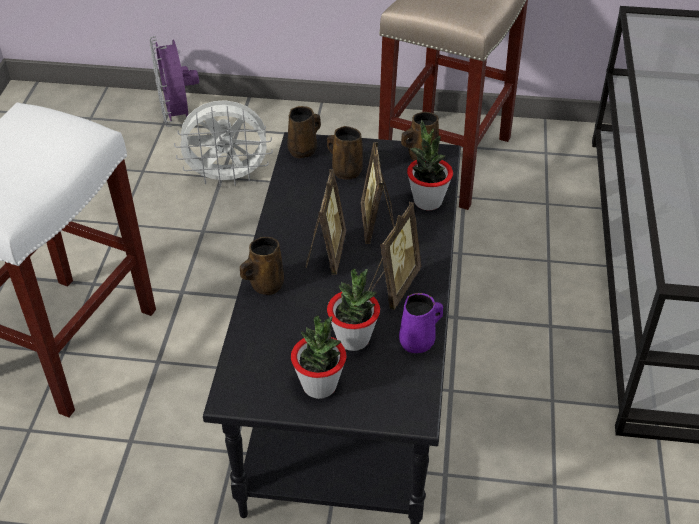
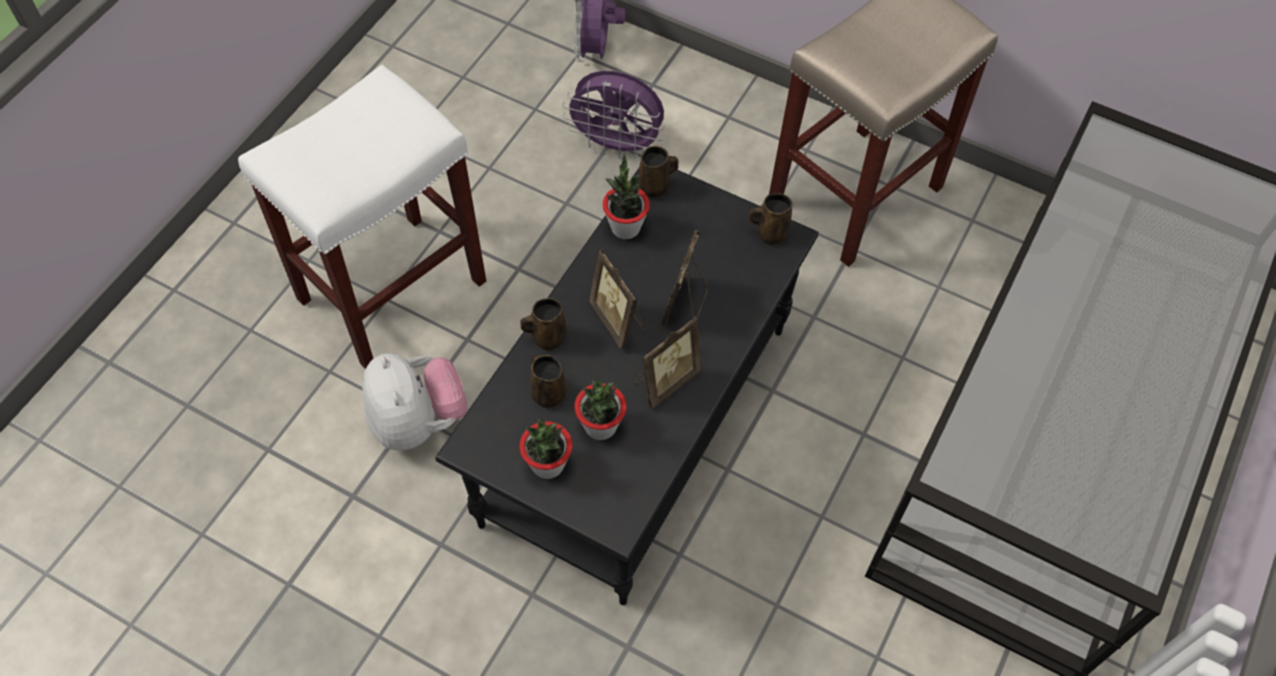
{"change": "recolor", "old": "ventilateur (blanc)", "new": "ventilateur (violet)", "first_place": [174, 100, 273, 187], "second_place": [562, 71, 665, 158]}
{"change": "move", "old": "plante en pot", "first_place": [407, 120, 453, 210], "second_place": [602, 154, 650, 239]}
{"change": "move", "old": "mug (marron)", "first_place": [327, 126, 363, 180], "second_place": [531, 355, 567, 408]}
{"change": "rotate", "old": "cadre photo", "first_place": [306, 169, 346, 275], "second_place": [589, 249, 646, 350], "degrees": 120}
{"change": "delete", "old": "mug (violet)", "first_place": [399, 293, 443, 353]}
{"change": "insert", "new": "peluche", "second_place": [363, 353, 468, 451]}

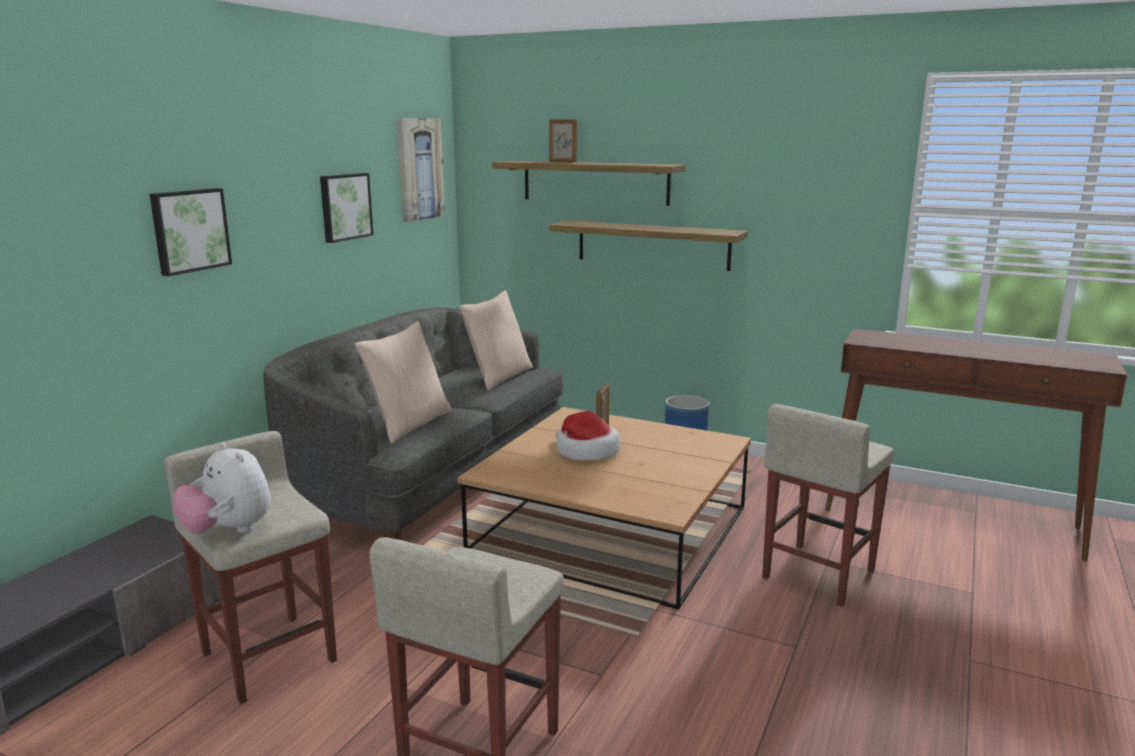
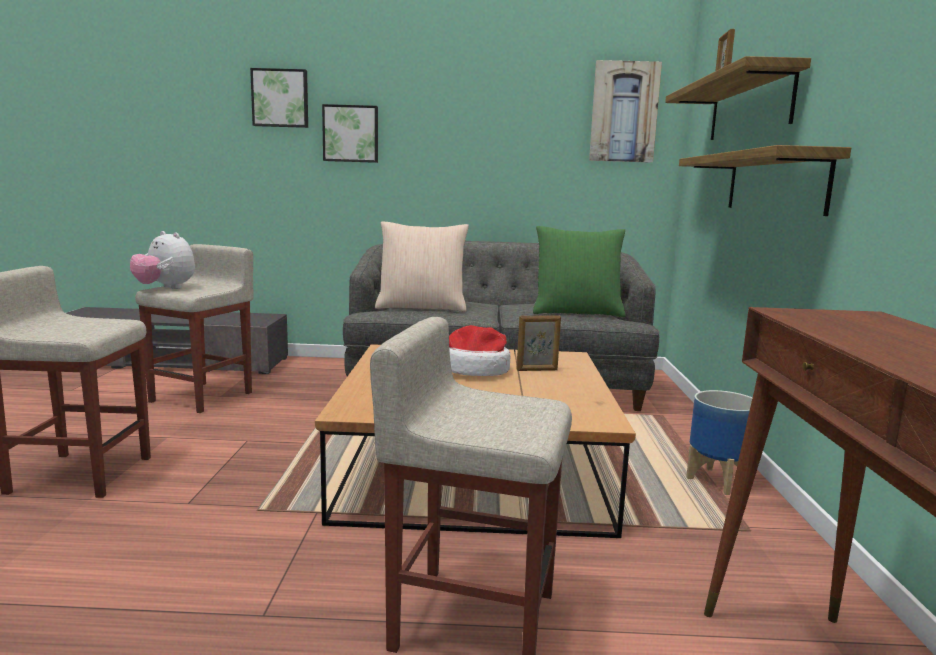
{"change": "move", "old": "tableau", "first_place": [320, 173, 373, 243], "second_place": [250, 68, 308, 128]}
{"change": "recolor", "old": "coussin (beige)", "new": "coussin (vert)", "first_place": [459, 290, 533, 391], "second_place": [533, 226, 626, 317]}
{"change": "rotate", "old": "peluche", "first_place": [173, 443, 271, 534], "second_place": [130, 231, 195, 289], "degrees": -75}

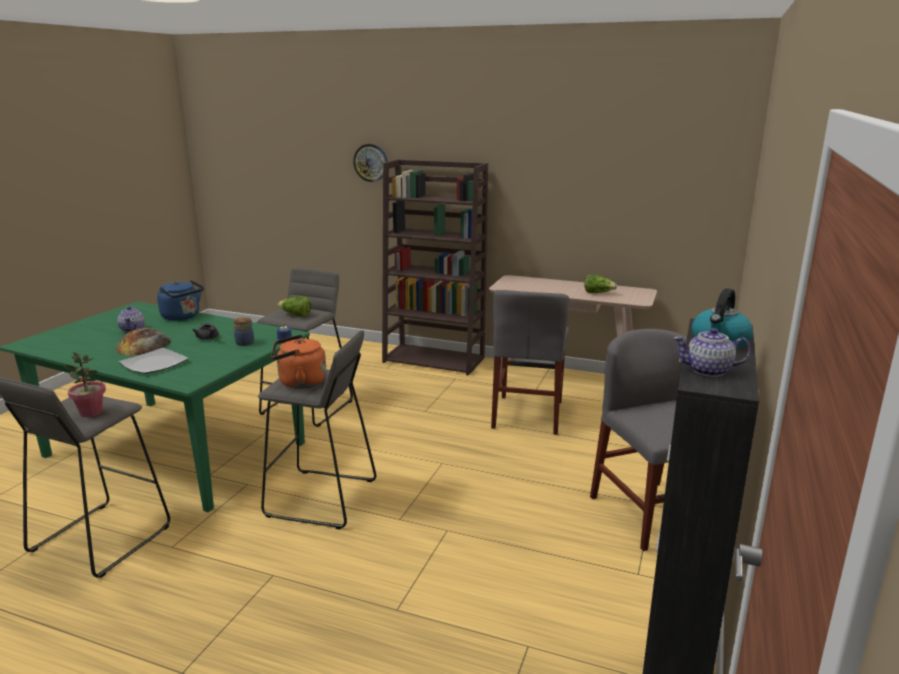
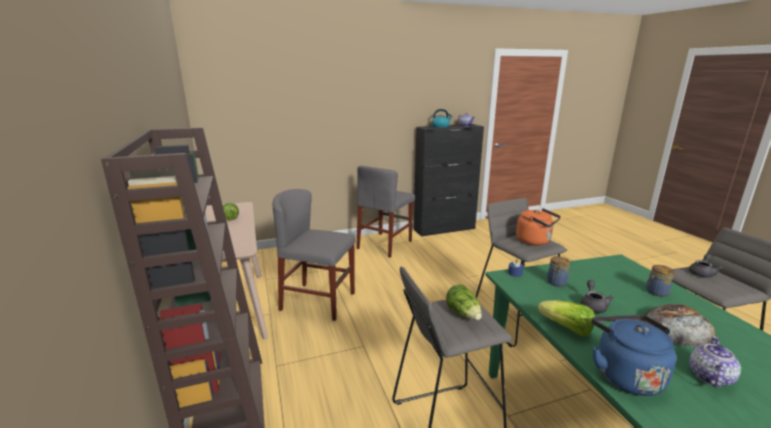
{"change": "delete", "old": "horloge murale", "first_place": [353, 144, 388, 182]}
{"change": "rotate", "old": "chaise (gris)", "first_place": [491, 290, 569, 435], "second_place": [273, 189, 356, 321], "degrees": -135}
{"change": "replace", "old": "assiette", "new": "bocal", "first_place": [119, 348, 189, 374], "second_place": [646, 265, 675, 297]}
{"change": "replace", "old": "plante en pot", "new": "théière (gris)", "first_place": [64, 352, 106, 417], "second_place": [689, 254, 723, 278]}
{"change": "insert", "new": "laitue", "second_place": [538, 300, 595, 337]}

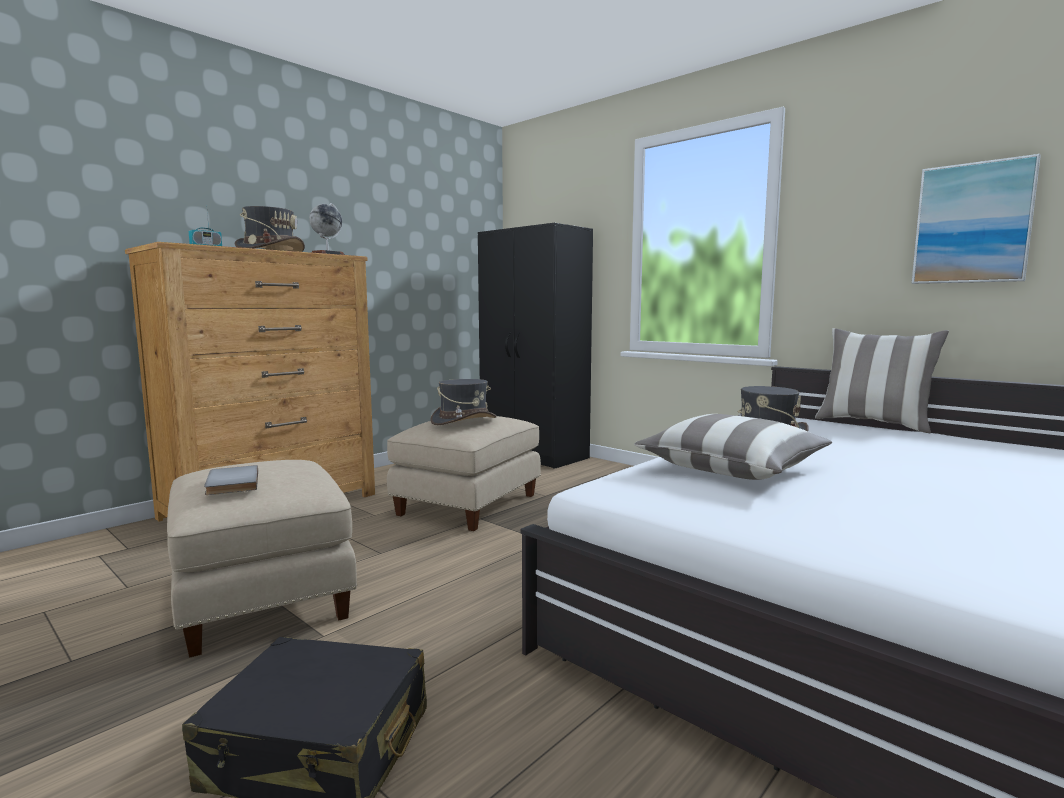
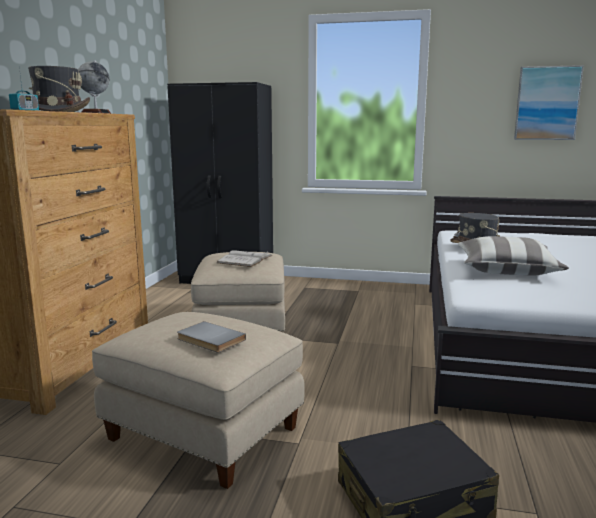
{"change": "delete", "old": "coussin", "first_place": [815, 328, 949, 433]}
{"change": "replace", "old": "chapeau (gris)", "new": "livre (blanc)", "first_place": [430, 379, 497, 425], "second_place": [217, 250, 273, 267]}

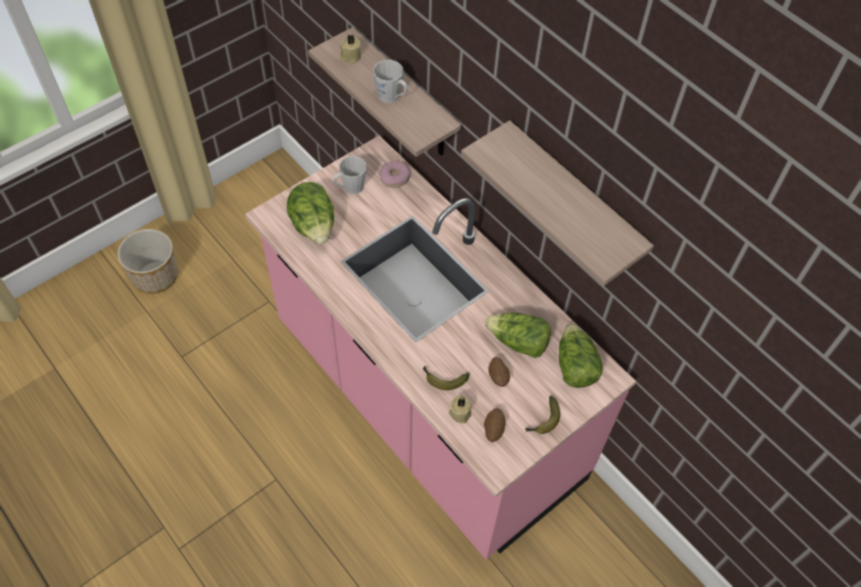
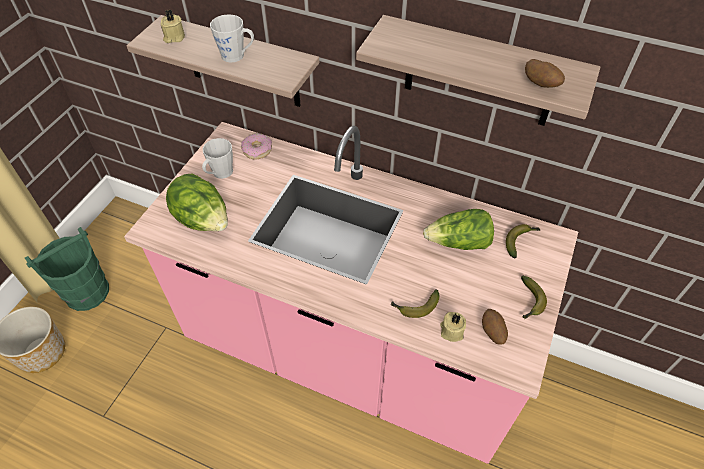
{"change": "replace", "old": "laitue", "new": "banane", "first_place": [559, 323, 602, 388], "second_place": [506, 224, 541, 258]}
{"change": "move", "old": "pomme de terre", "first_place": [488, 357, 510, 387], "second_place": [525, 59, 565, 88]}
{"change": "insert", "new": "seau (vert)", "second_place": [25, 227, 109, 311]}

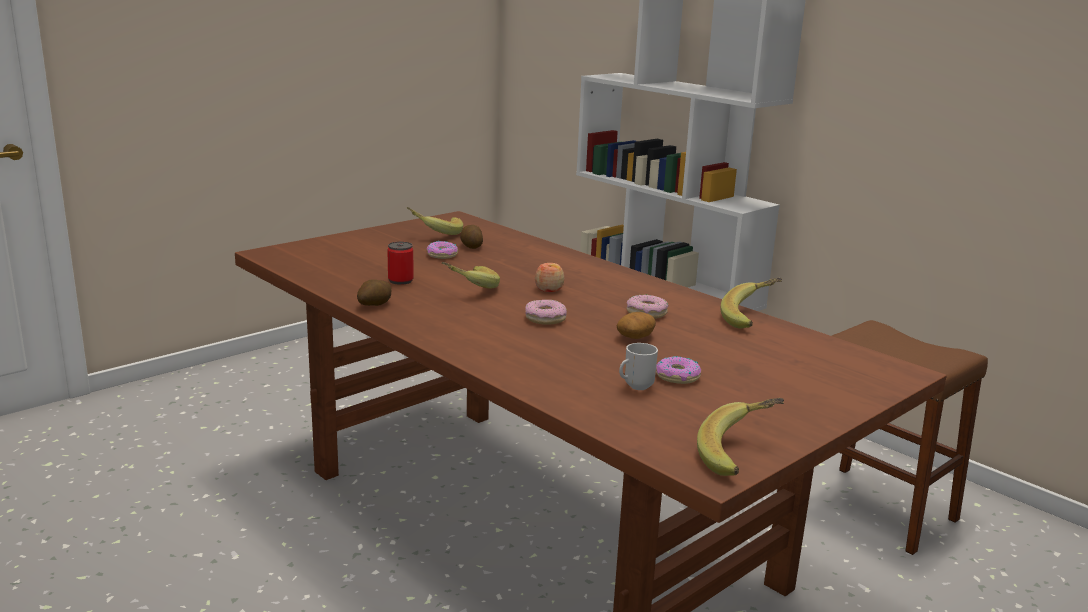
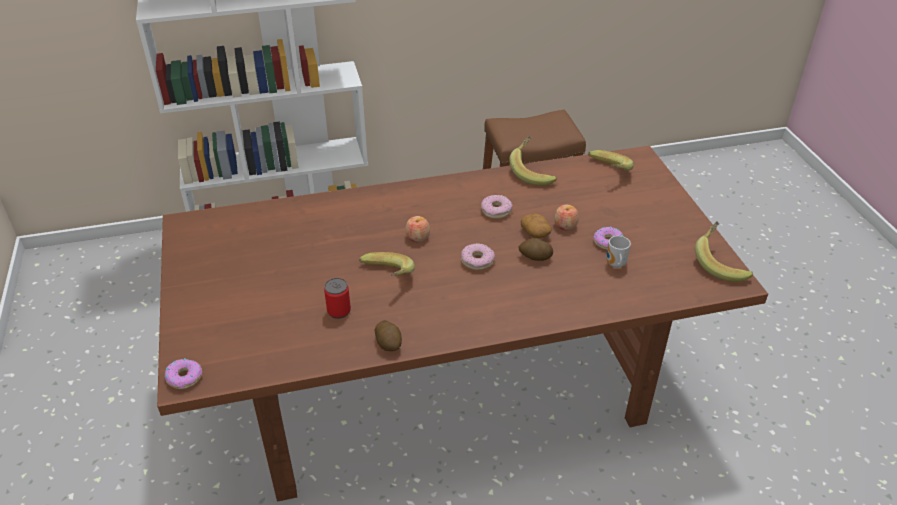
{"change": "move", "old": "banane", "first_place": [406, 207, 463, 235], "second_place": [588, 150, 634, 170]}
{"change": "move", "old": "pomme de terre", "first_place": [460, 225, 483, 249], "second_place": [519, 238, 553, 261]}
{"change": "move", "old": "beignet", "first_place": [427, 241, 458, 259], "second_place": [165, 358, 202, 389]}
{"change": "insert", "new": "pomme", "second_place": [554, 204, 579, 230]}

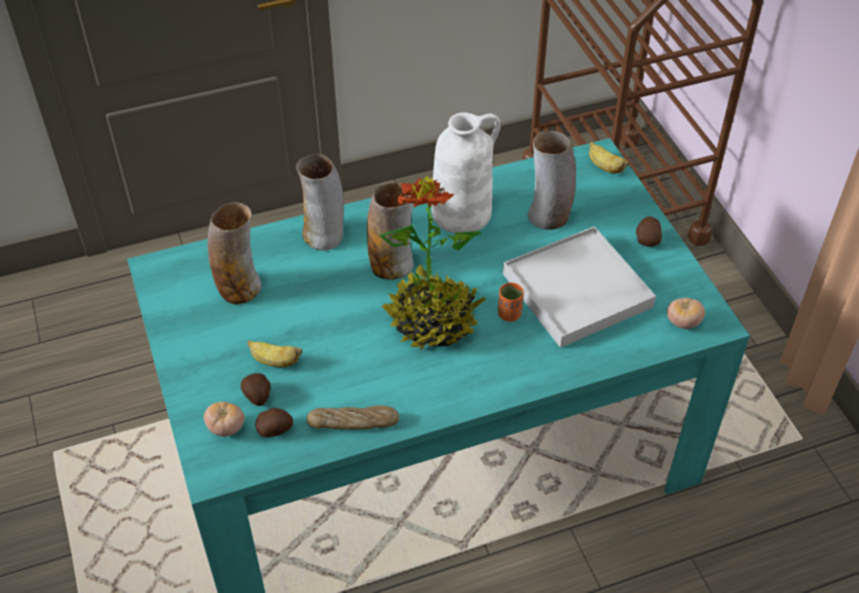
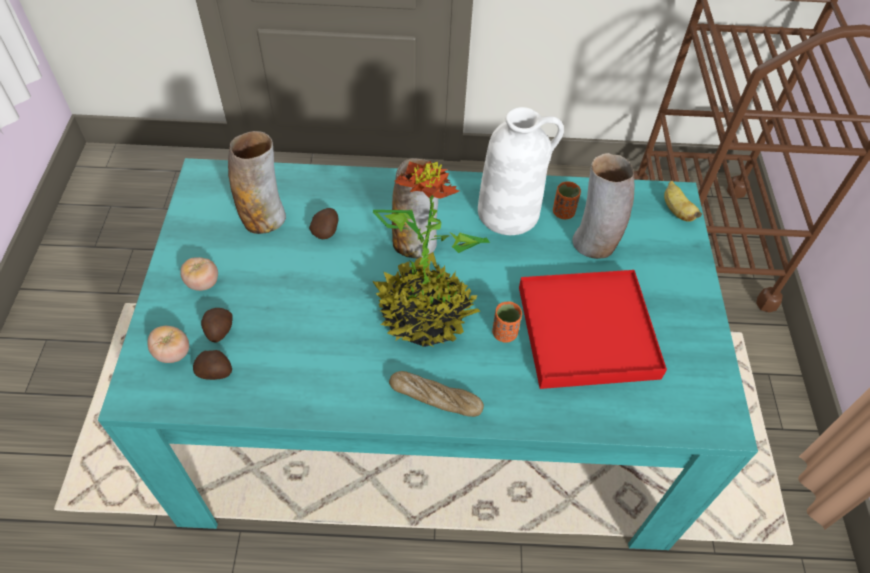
{"change": "delete", "old": "vase", "first_place": [296, 154, 344, 251]}
{"change": "move", "old": "pomme de terre", "first_place": [636, 217, 662, 247], "second_place": [309, 208, 338, 239]}
{"change": "recolor", "old": "plateau (blanc)", "new": "plateau (rouge)", "first_place": [503, 226, 656, 348], "second_place": [519, 270, 667, 389]}
{"change": "move", "old": "tomate", "first_place": [667, 298, 705, 329], "second_place": [180, 257, 218, 291]}
{"change": "delete", "old": "banane", "first_place": [248, 341, 302, 367]}
{"change": "move", "old": "pain", "first_place": [307, 405, 399, 430], "second_place": [389, 371, 484, 417]}
{"change": "insert", "new": "tasse (orange)", "second_place": [553, 181, 581, 219]}

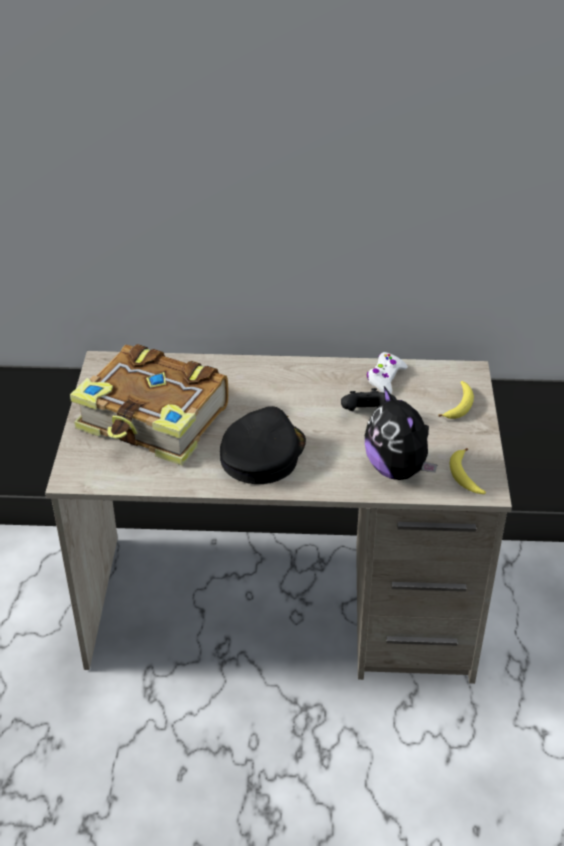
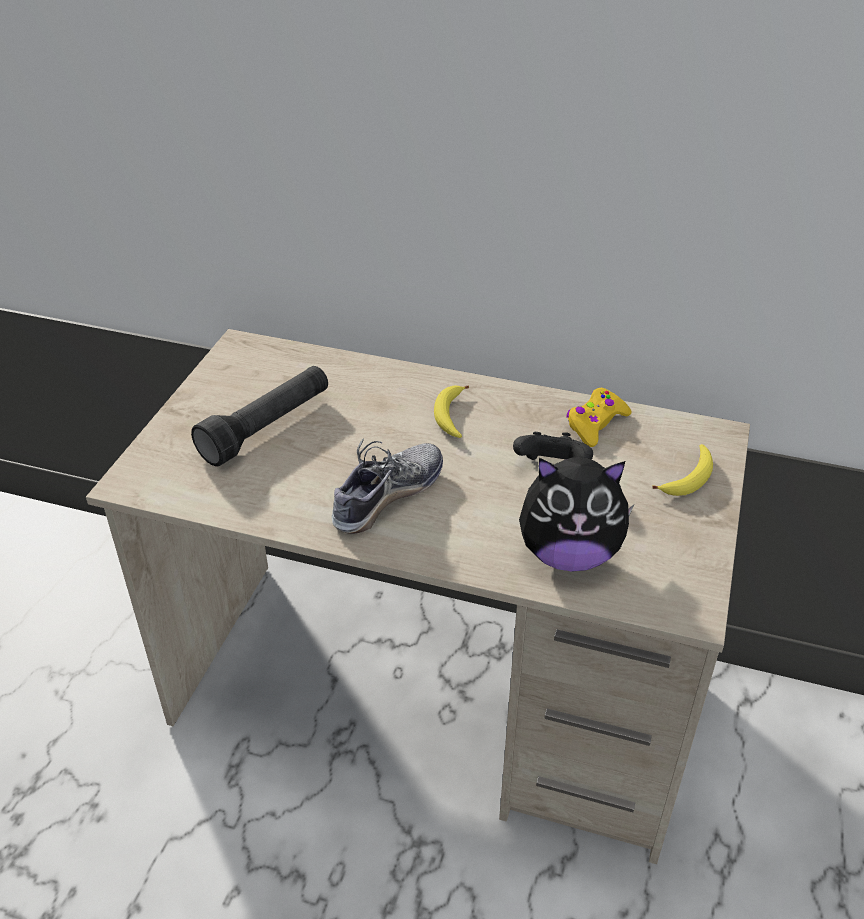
{"change": "replace", "old": "livre", "new": "lampe de poche (noir)", "first_place": [70, 344, 229, 465], "second_place": [191, 366, 328, 467]}
{"change": "recolor", "old": "manette (blanc)", "new": "manette (jaune)", "first_place": [366, 352, 408, 394], "second_place": [566, 388, 632, 447]}
{"change": "rotate", "old": "peluche", "first_place": [365, 386, 437, 480], "second_place": [519, 457, 634, 571], "degrees": -75}
{"change": "replace", "old": "casquette (noir)", "new": "chaussure", "first_place": [220, 406, 306, 484], "second_place": [332, 438, 443, 534]}
{"change": "move", "old": "banane", "first_place": [450, 448, 486, 494], "second_place": [434, 385, 469, 438]}

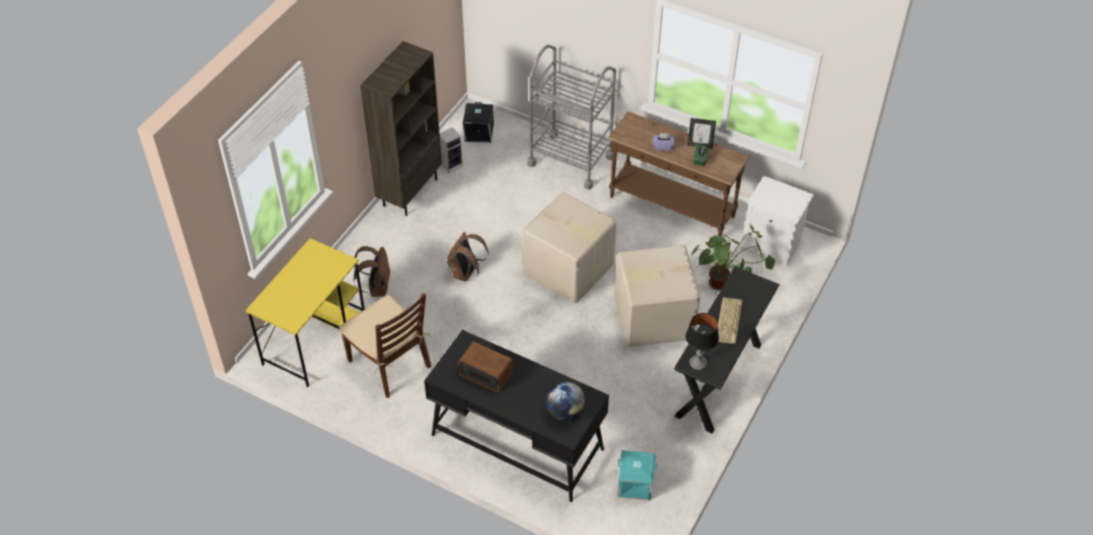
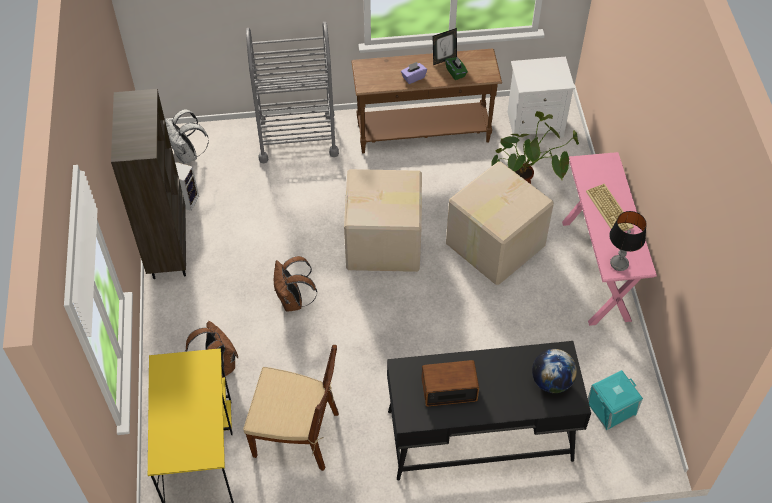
{"change": "replace", "old": "boîte de rangement (noir)", "new": "sac à dos (blanc)", "first_place": [463, 102, 494, 143], "second_place": [165, 109, 209, 164]}
{"change": "recolor", "old": "table console (noir)", "new": "table console (rose)", "first_place": [674, 267, 780, 433], "second_place": [562, 152, 657, 326]}

